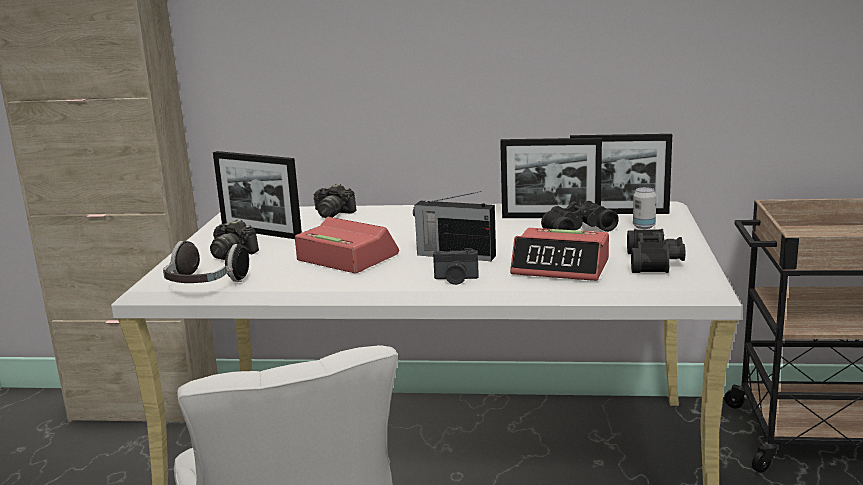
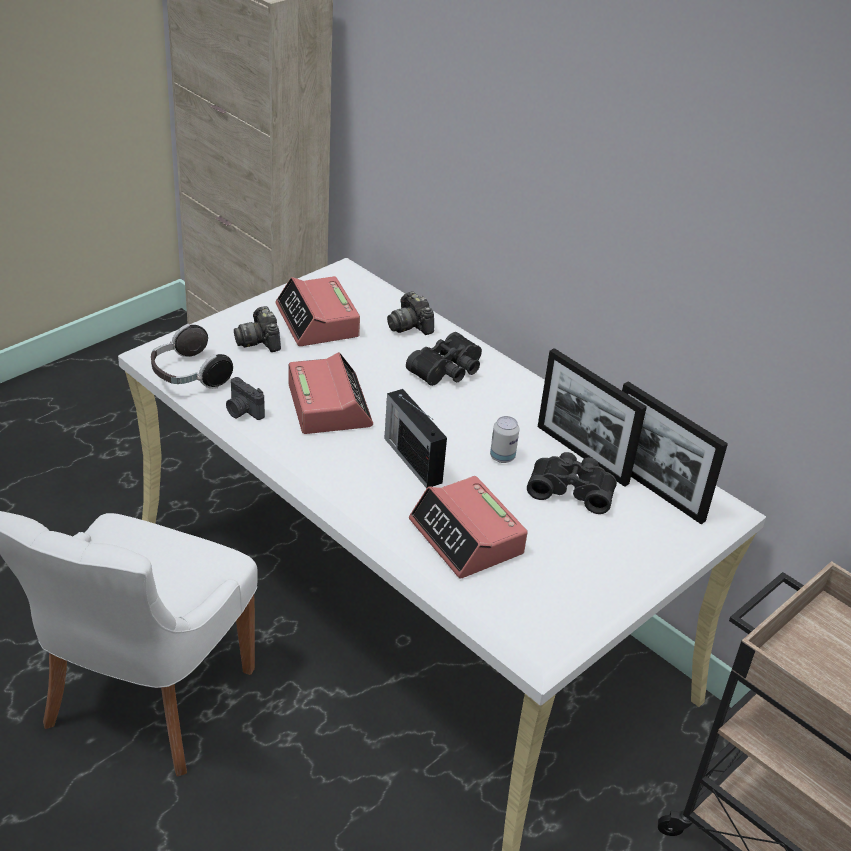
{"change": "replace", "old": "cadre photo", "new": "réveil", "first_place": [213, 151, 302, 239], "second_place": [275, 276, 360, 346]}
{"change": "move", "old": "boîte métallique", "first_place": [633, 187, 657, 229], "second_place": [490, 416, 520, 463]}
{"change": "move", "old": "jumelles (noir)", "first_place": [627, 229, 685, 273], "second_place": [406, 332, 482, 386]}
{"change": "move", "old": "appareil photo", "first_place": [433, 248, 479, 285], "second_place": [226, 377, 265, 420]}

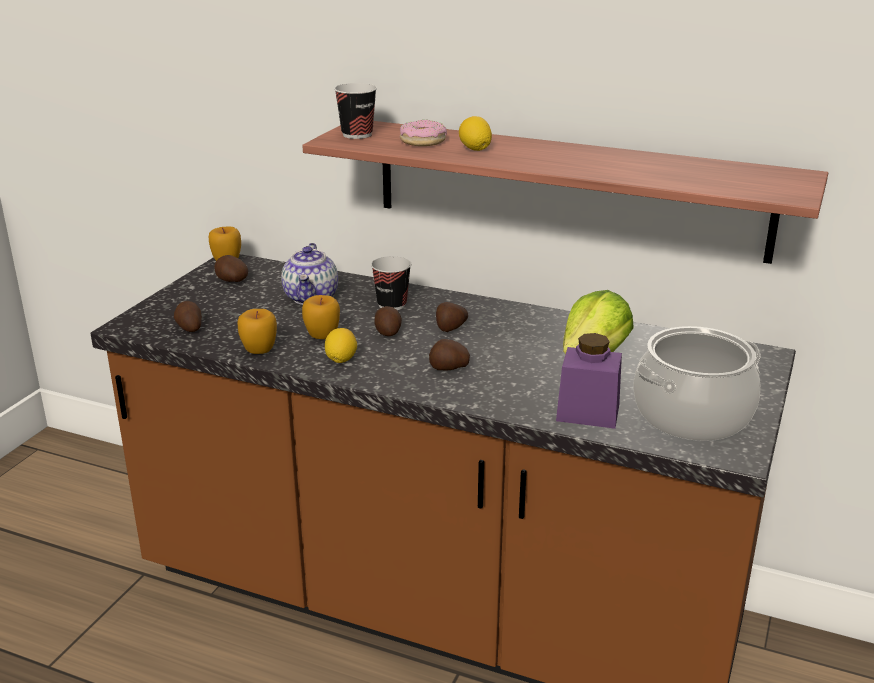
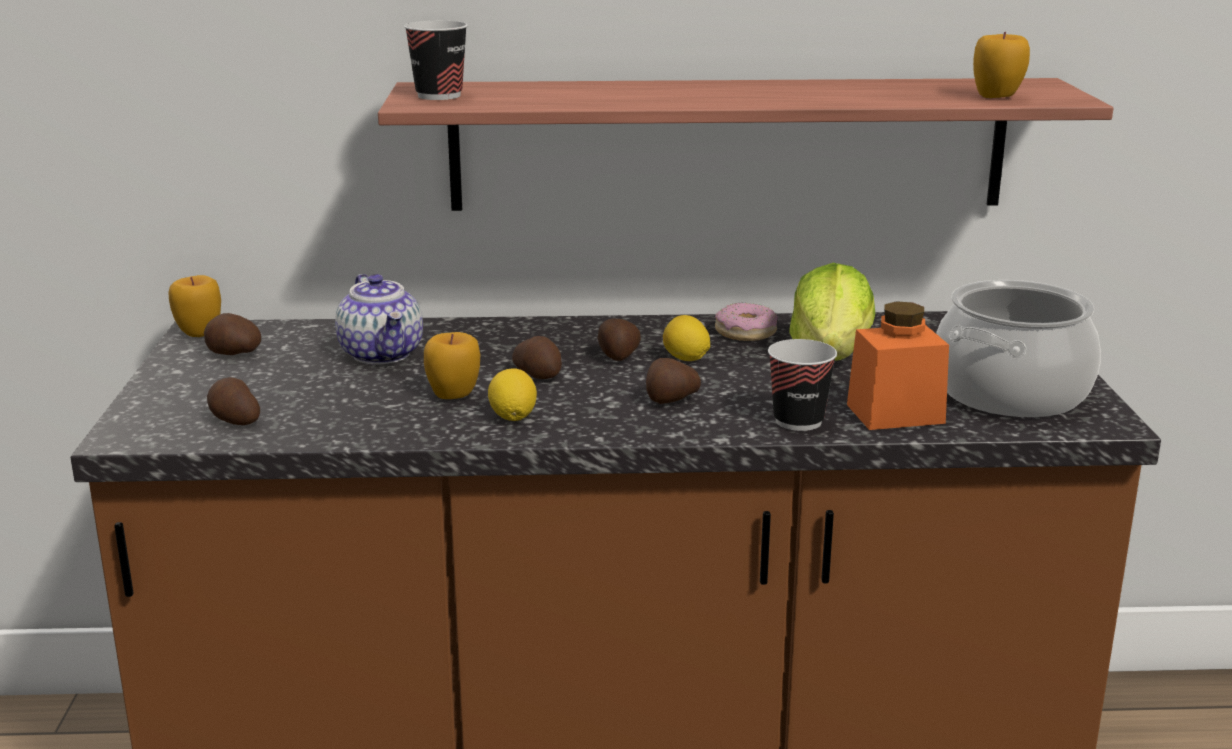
{"change": "move", "old": "citron", "first_place": [459, 116, 492, 151], "second_place": [663, 315, 710, 361]}
{"change": "move", "old": "beignet", "first_place": [400, 120, 447, 146], "second_place": [715, 303, 778, 341]}
{"change": "move", "old": "tasse", "first_place": [371, 256, 411, 310], "second_place": [768, 339, 837, 431]}
{"change": "move", "old": "pomme", "first_place": [237, 309, 277, 354], "second_place": [973, 32, 1030, 98]}
{"change": "recolor", "old": "bocal (violet)", "new": "bocal (orange)", "first_place": [556, 333, 622, 429], "second_place": [847, 301, 949, 430]}

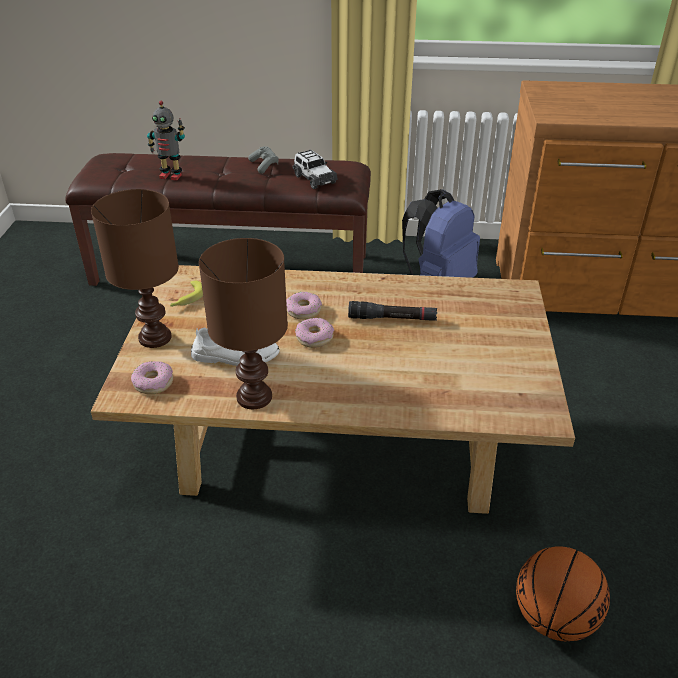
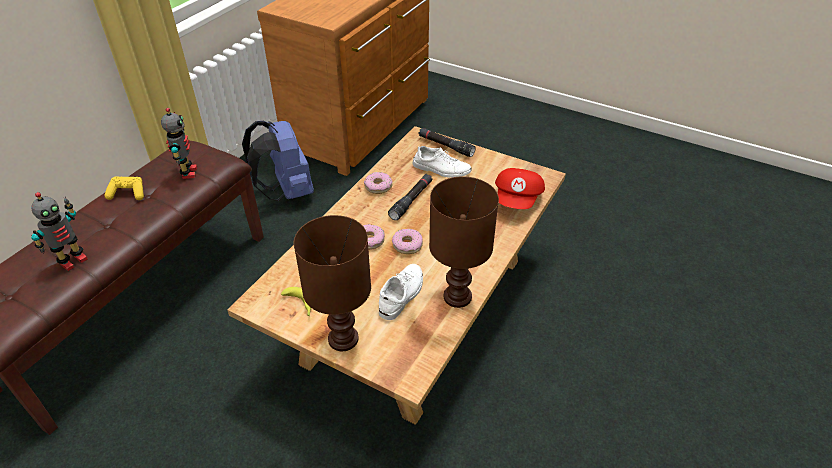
{"change": "recolor", "old": "manette (gris)", "new": "manette (jaune)", "first_place": [248, 146, 279, 174], "second_place": [104, 176, 144, 200]}
{"change": "replace", "old": "petite voiture", "new": "robot jouet", "first_place": [293, 149, 338, 189], "second_place": [161, 108, 197, 179]}
{"change": "move", "old": "beignet", "first_place": [131, 361, 173, 394], "second_place": [364, 172, 393, 194]}
{"change": "delete", "old": "ballon de basket", "first_place": [516, 546, 610, 641]}
{"change": "insert", "new": "lampe de poche (noir)", "second_place": [419, 128, 476, 157]}
{"change": "insert", "new": "chaussure (blanc)", "second_place": [412, 145, 472, 178]}
{"change": "insert", "new": "casquette (rouge)", "second_place": [495, 168, 545, 209]}

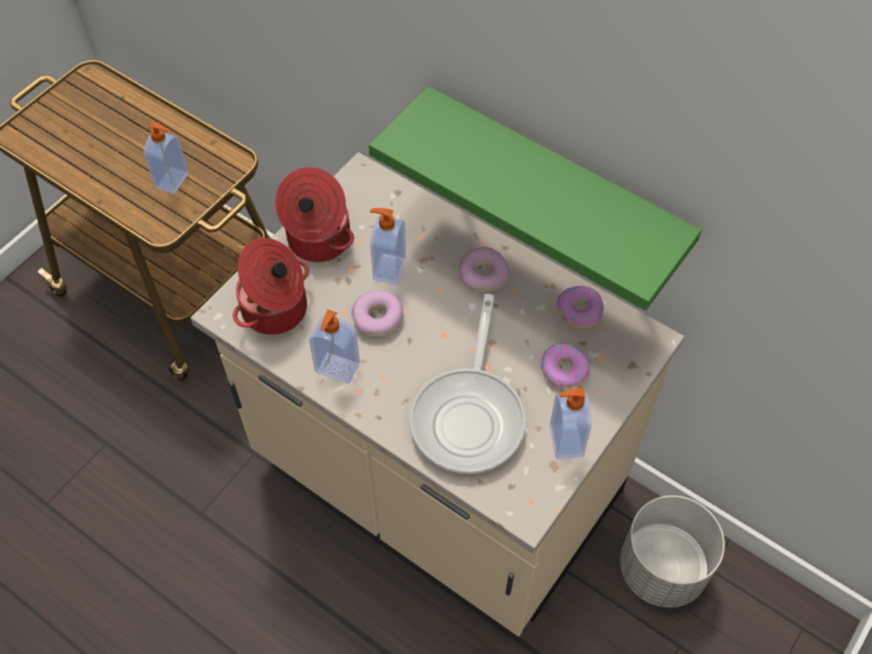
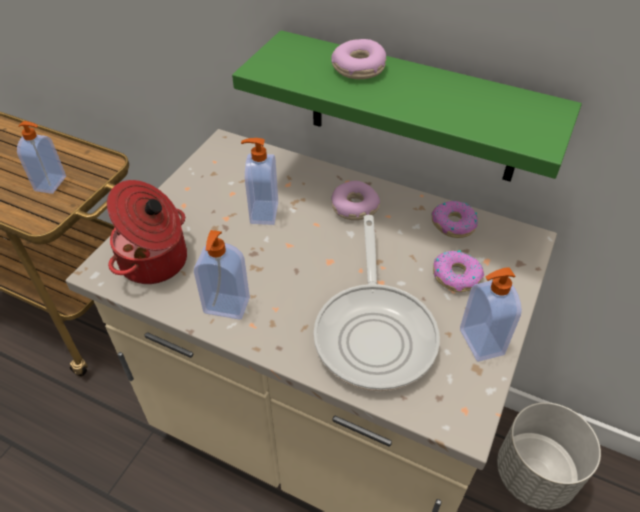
{"change": "delete", "old": "marmite", "first_place": [275, 167, 354, 262]}
{"change": "move", "old": "beignet", "first_place": [351, 290, 403, 337], "second_place": [331, 39, 386, 79]}

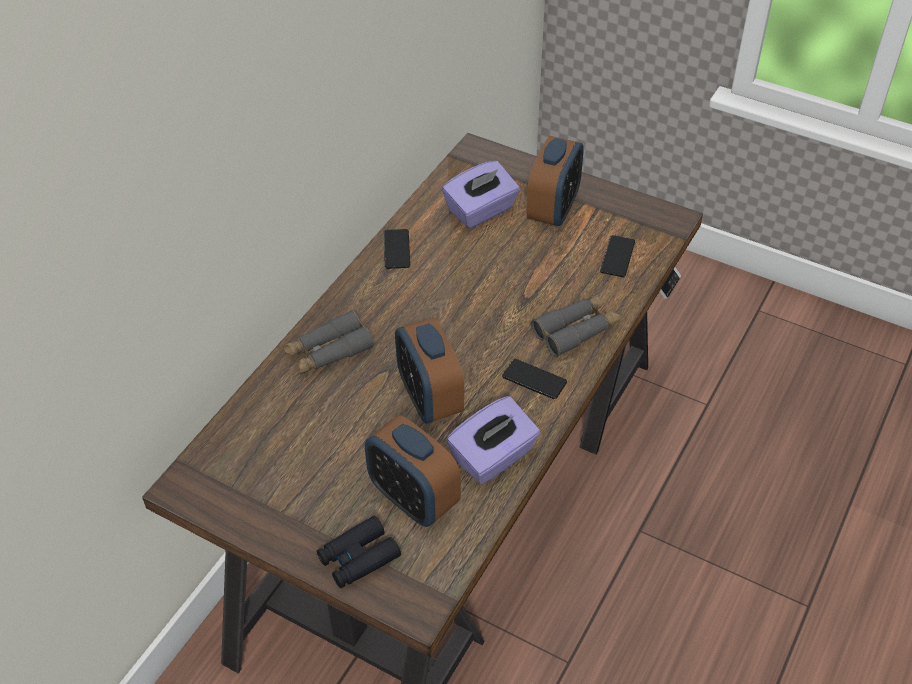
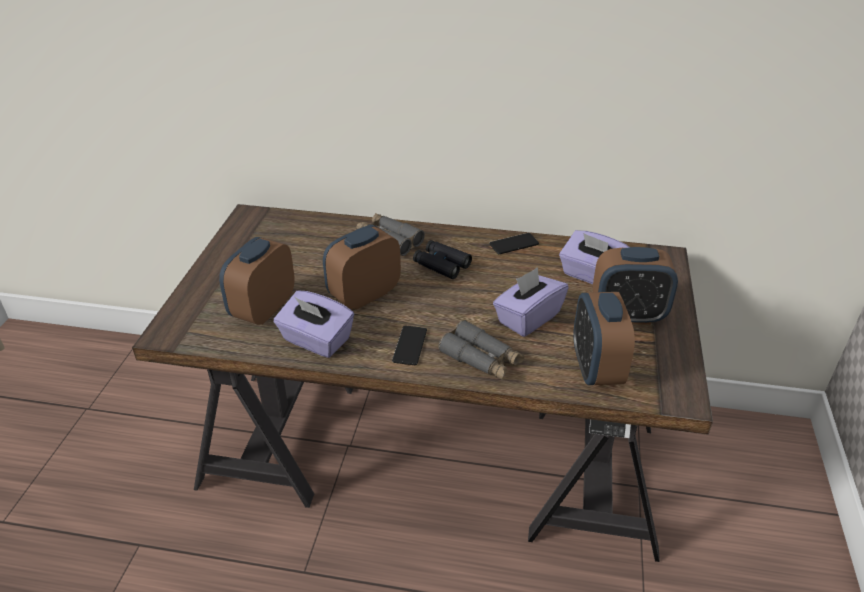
{"change": "replace", "old": "téléphone", "new": "réveil", "first_place": [600, 235, 635, 277], "second_place": [573, 292, 635, 385]}
{"change": "move", "old": "jumelles (noir)", "first_place": [317, 516, 401, 588], "second_place": [413, 240, 472, 279]}
{"change": "insert", "new": "boîte à mouchoirs (violet)", "second_place": [493, 267, 569, 337]}

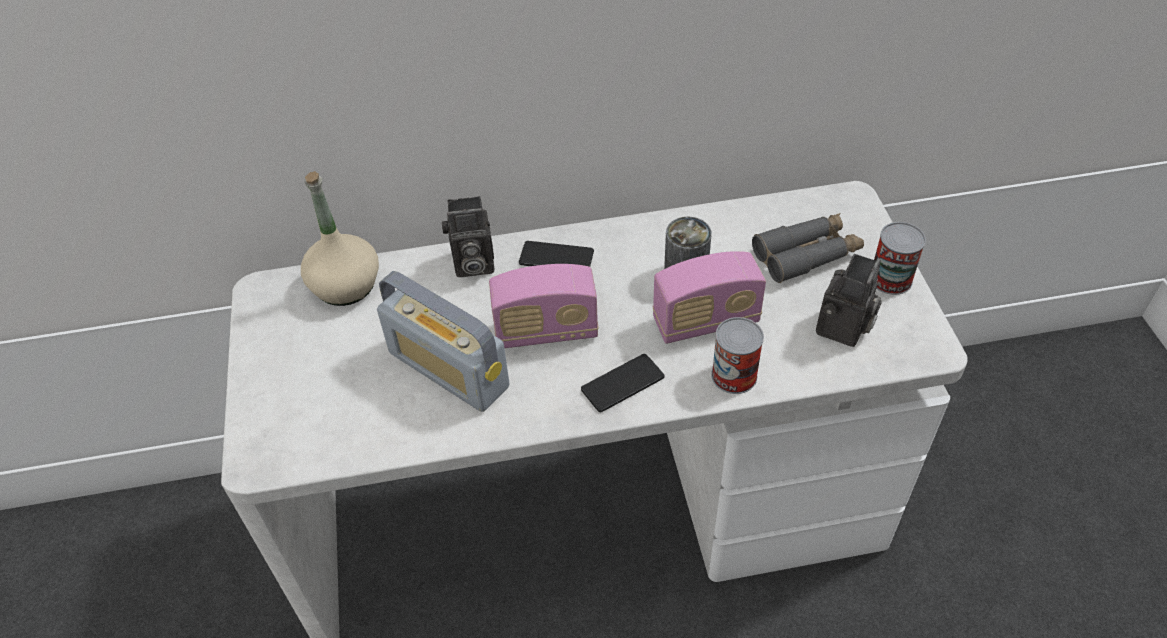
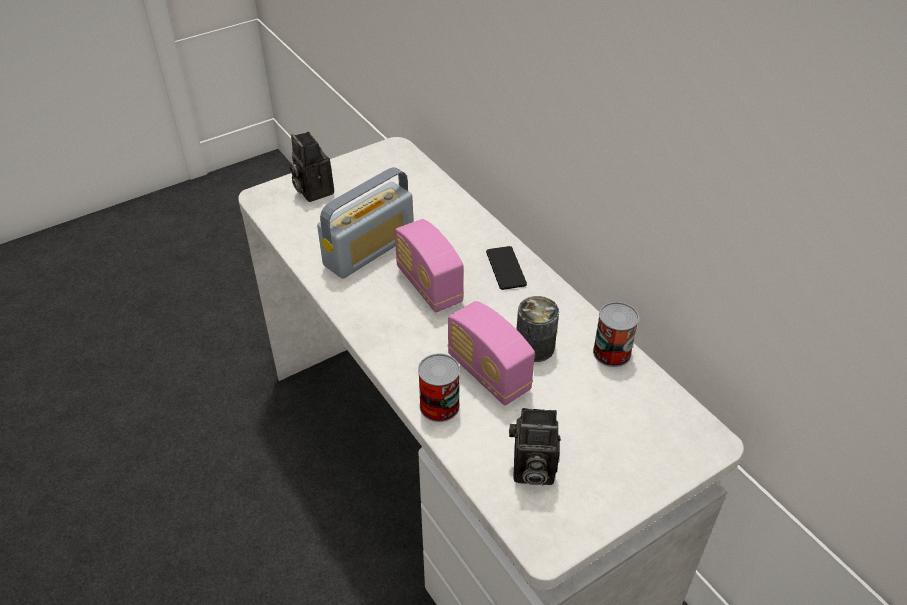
{"change": "delete", "old": "bouteille (beige)", "first_place": [301, 171, 379, 306]}
{"change": "move", "old": "appareil photo", "first_place": [442, 196, 494, 277], "second_place": [290, 132, 334, 202]}
{"change": "delete", "old": "jumelles (gris)", "first_place": [752, 213, 864, 283]}
{"change": "move", "old": "boîte métallique", "first_place": [874, 222, 926, 295], "second_place": [593, 302, 639, 367]}
{"change": "rotate", "old": "radio", "first_place": [377, 271, 510, 412], "second_place": [317, 167, 414, 279], "degrees": -150}
{"change": "delete", "old": "téléphone", "first_place": [581, 354, 665, 412]}

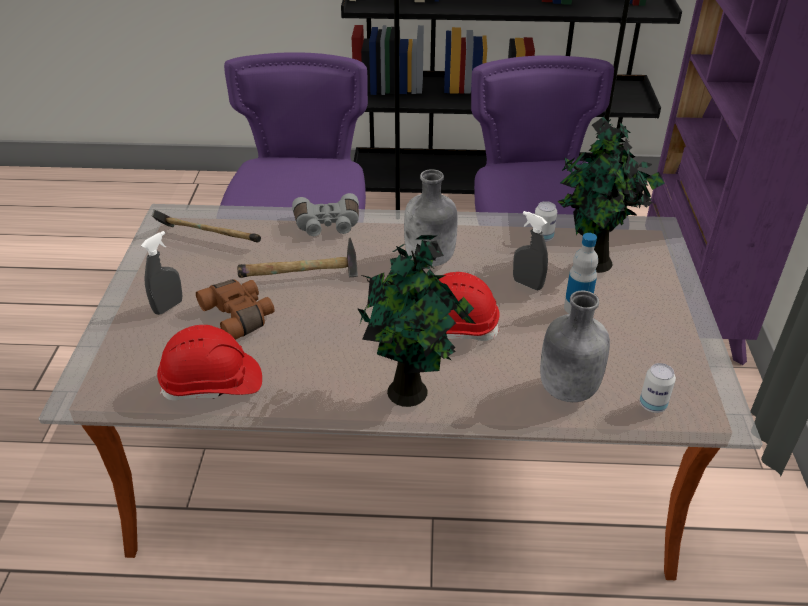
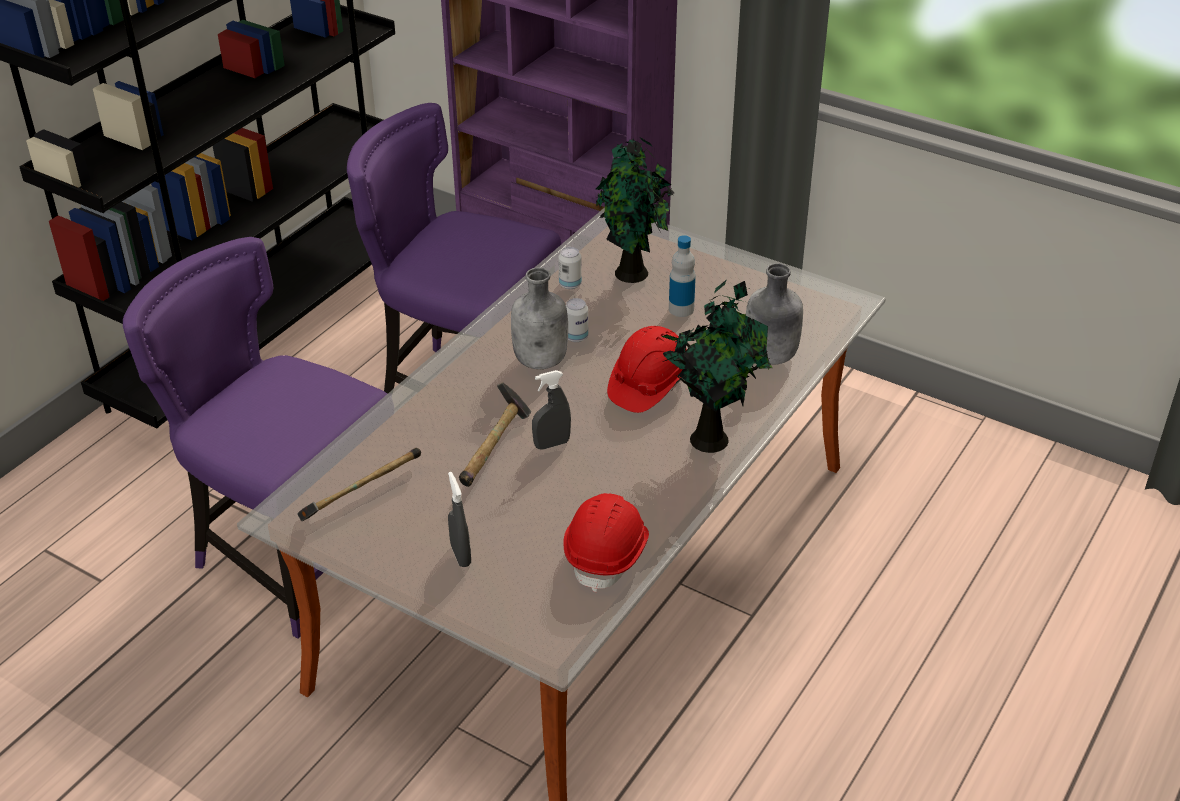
{"change": "delete", "old": "jumelles (gris)", "first_place": [292, 193, 359, 236]}
{"change": "move", "old": "vaporisateur (gris)", "first_place": [513, 211, 548, 290], "second_place": [532, 370, 571, 450]}
{"change": "delete", "old": "jumelles (marron)", "first_place": [196, 279, 275, 340]}
{"change": "move", "old": "boîte métallique", "first_place": [640, 363, 676, 413], "second_place": [566, 298, 588, 342]}

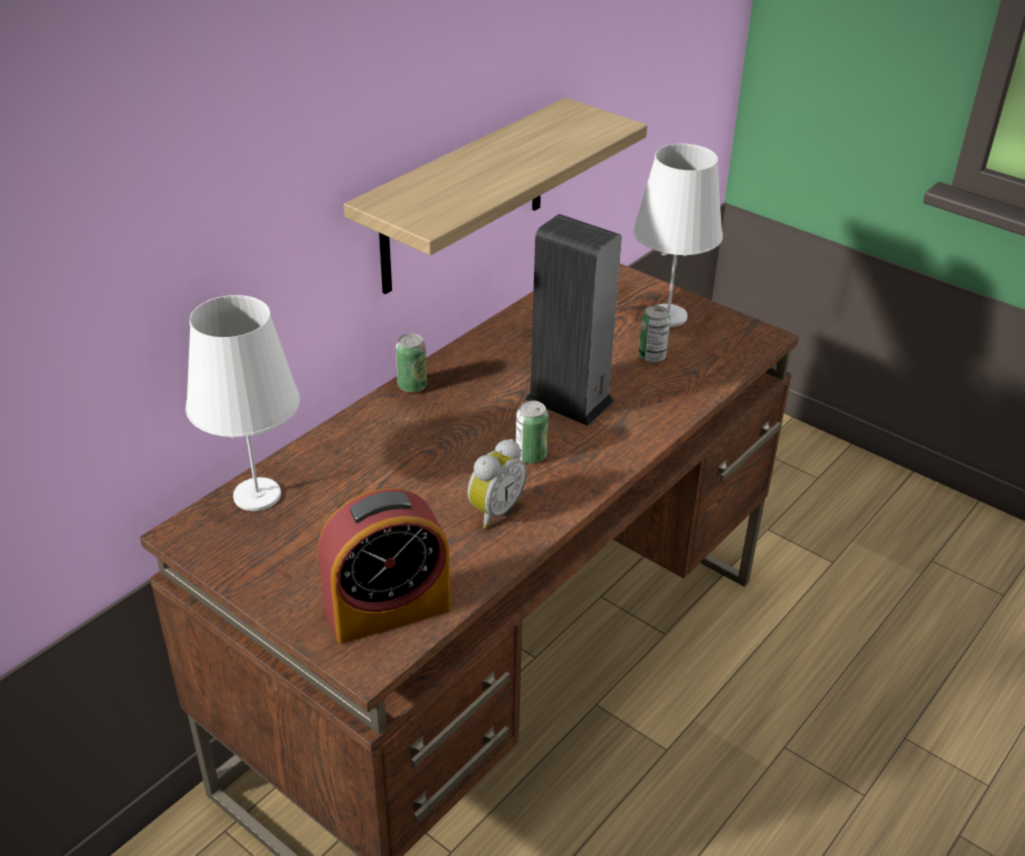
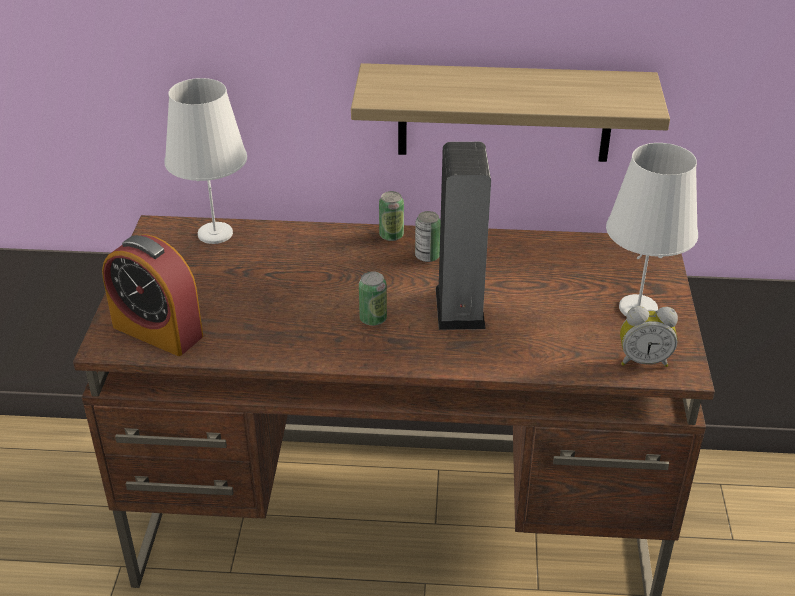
{"change": "move", "old": "boîte métallique", "first_place": [639, 306, 671, 363], "second_place": [415, 211, 441, 262]}
{"change": "move", "old": "réveil", "first_place": [467, 439, 527, 529], "second_place": [620, 306, 678, 367]}

